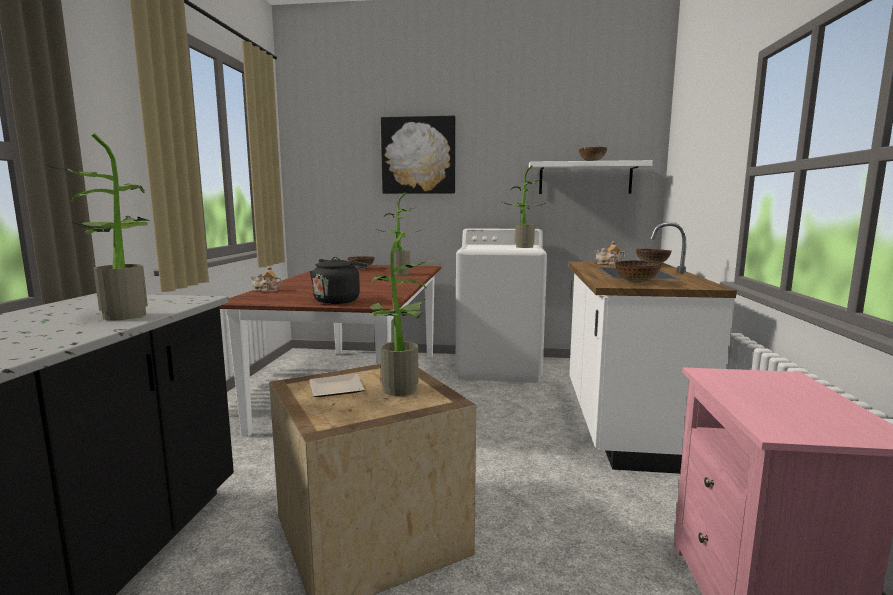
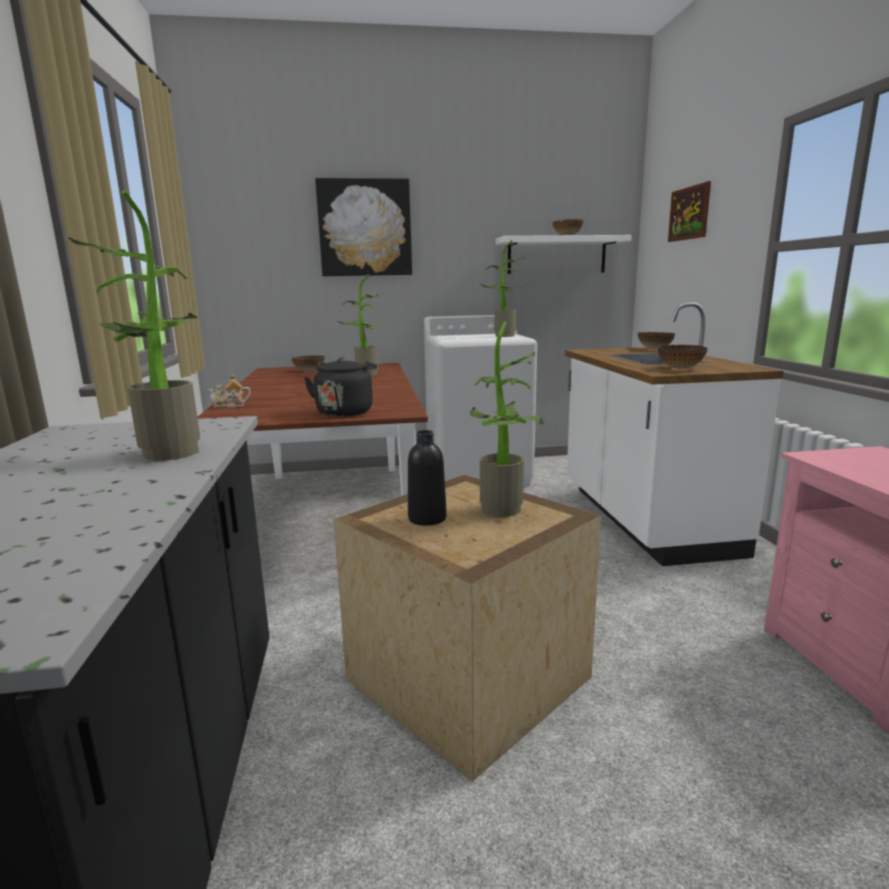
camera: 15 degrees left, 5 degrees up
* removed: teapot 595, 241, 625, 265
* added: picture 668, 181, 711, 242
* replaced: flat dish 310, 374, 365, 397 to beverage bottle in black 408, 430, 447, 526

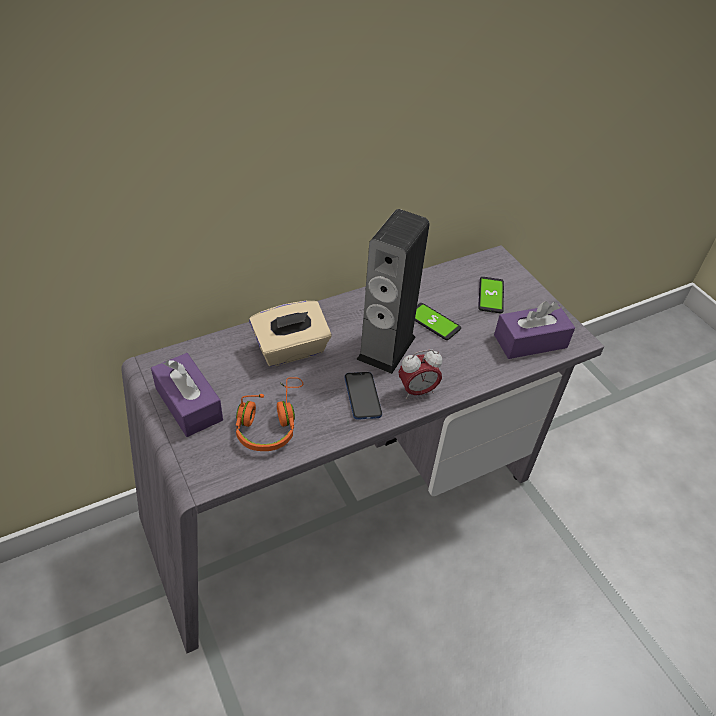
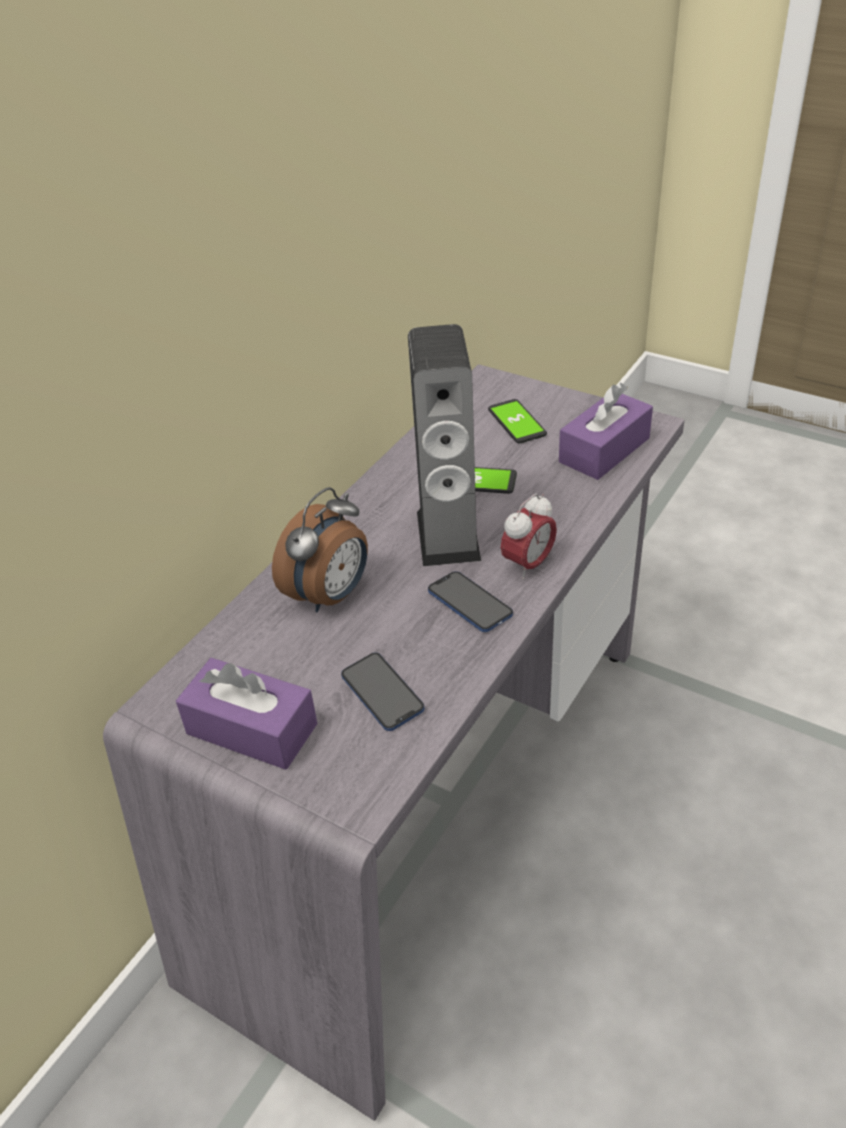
camera: 25 degrees left, 5 degrees down
* replaced: headset in orange-coloured 236, 377, 303, 451 to phone 341, 652, 424, 731
* replaced: box of tissues in beige 249, 301, 332, 367 to alarm clock 272, 487, 368, 612

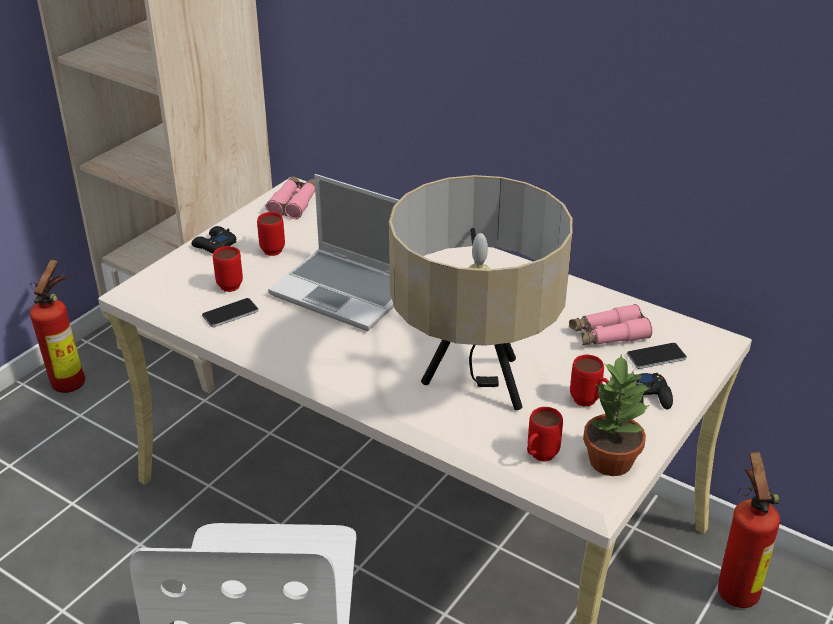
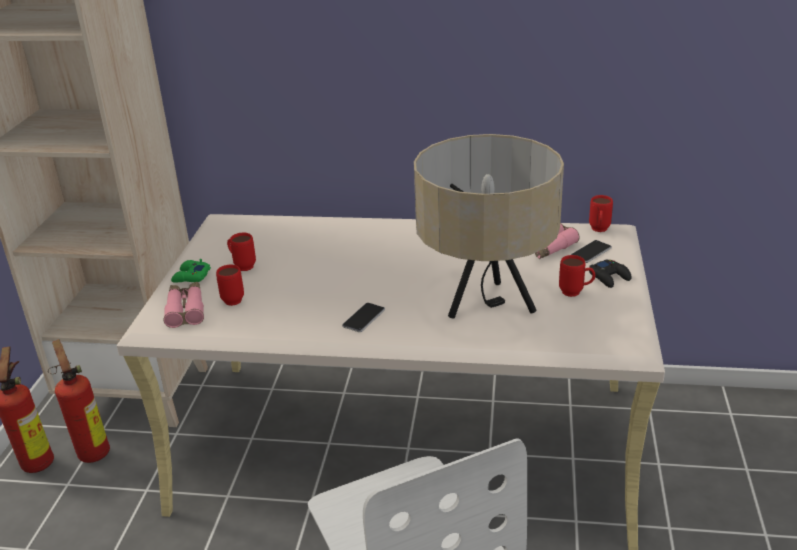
camera: 25 degrees left, 5 degrees down
* removed: portable computer 268, 174, 399, 331
* removed: houseplant 583, 354, 649, 476
* moved: phone 202, 298, 259, 327 to 342, 303, 385, 332
* moved: field glasses in pinkish 266, 176, 315, 219 to 164, 282, 204, 328
* moved: mug in red 527, 407, 563, 462 to 589, 195, 613, 232
* moved: extinguisher 718, 452, 780, 608 to 48, 339, 110, 463
* recoloured: gamepad in black 191, 226, 237, 253 to gamepad in greenish 171, 259, 211, 283

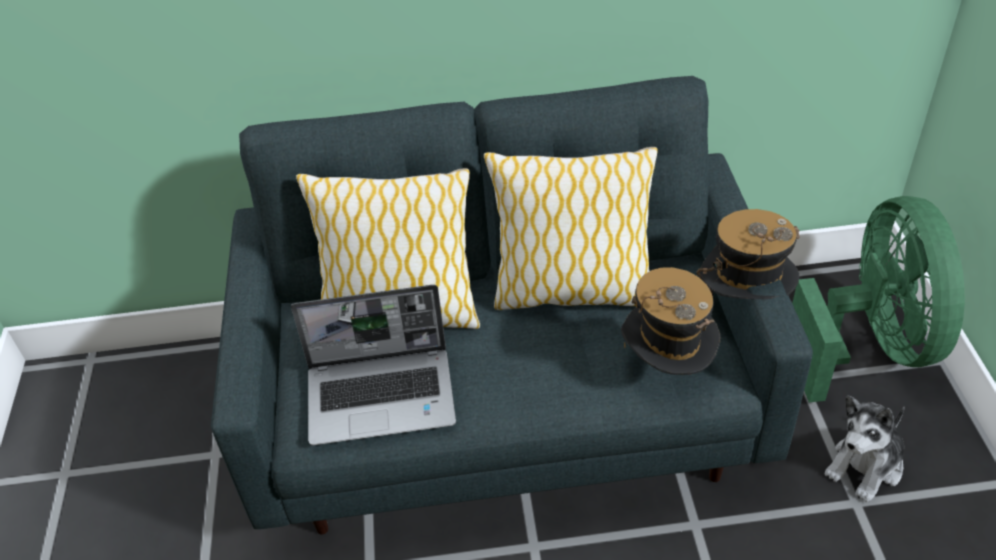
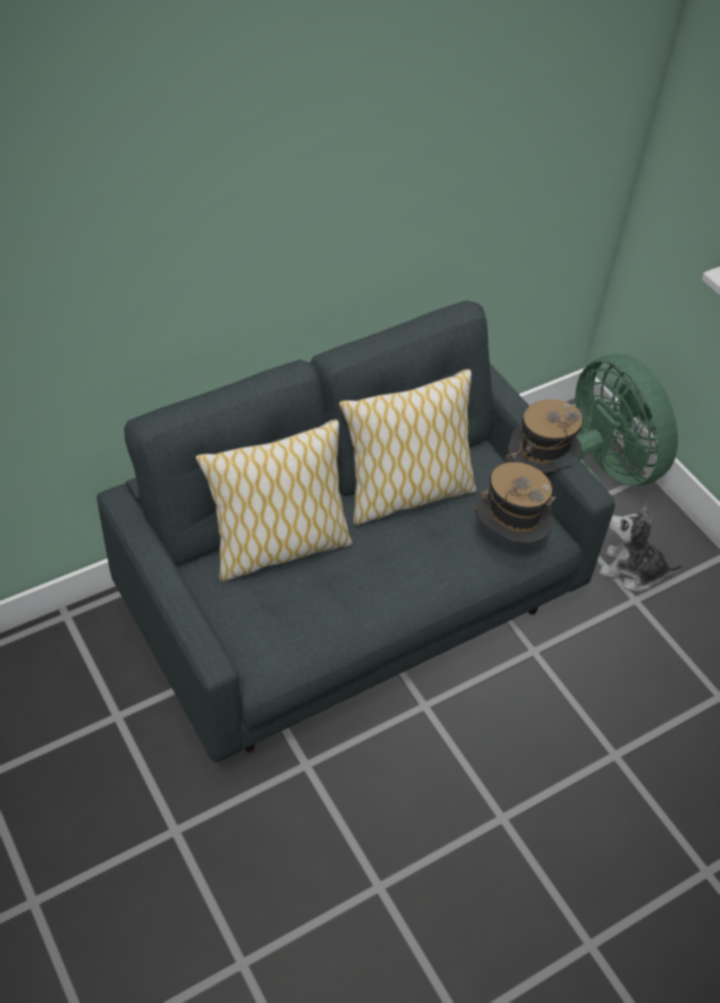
camera: 30 degrees left, 5 degrees up
* removed: portable computer 291, 285, 456, 445
* turned: cuddly toy 824, 395, 904, 502 = 599, 503, 683, 591 90 degrees clockwise

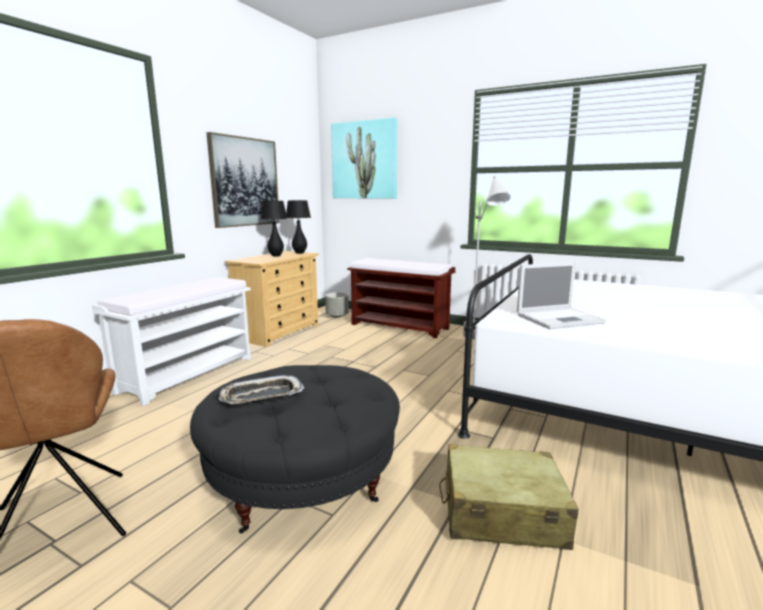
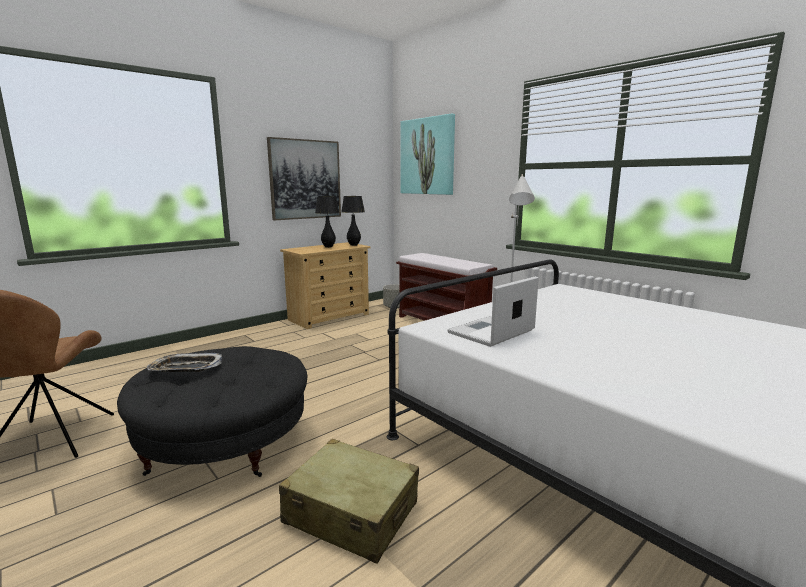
camera: 20 degrees right, 0 degrees up
* removed: indoor bench in white 92, 277, 251, 406
* turned: portable computer 517, 262, 606, 329 = 448, 276, 539, 347 135 degrees clockwise

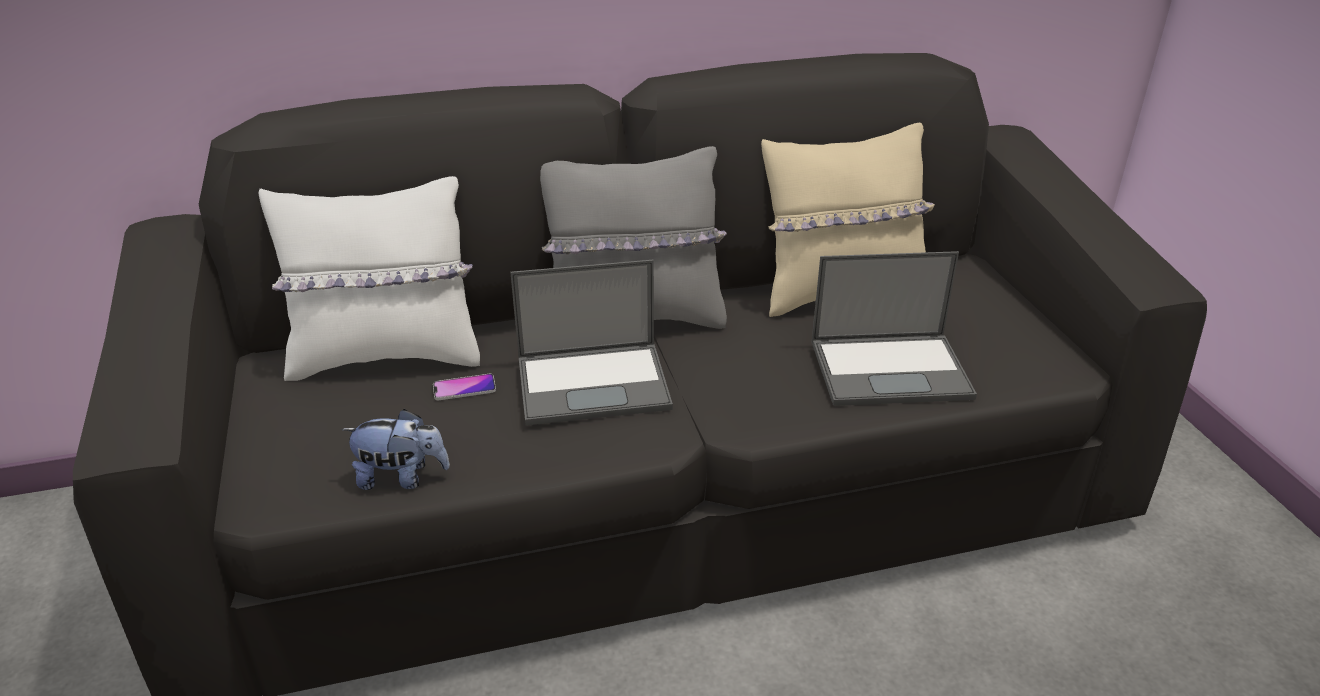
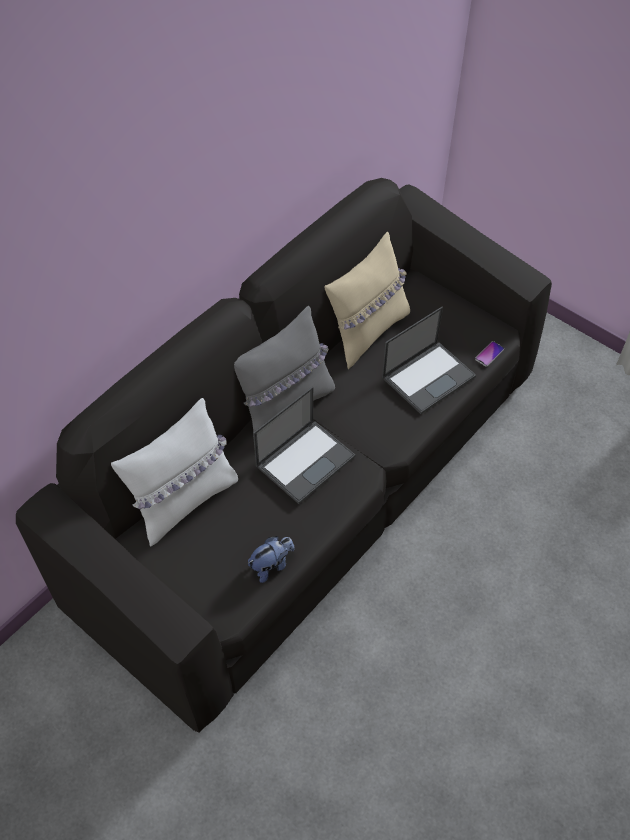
camera: 35 degrees left, 20 degrees up
* moved: phone 433, 374, 496, 400 to 475, 341, 504, 367

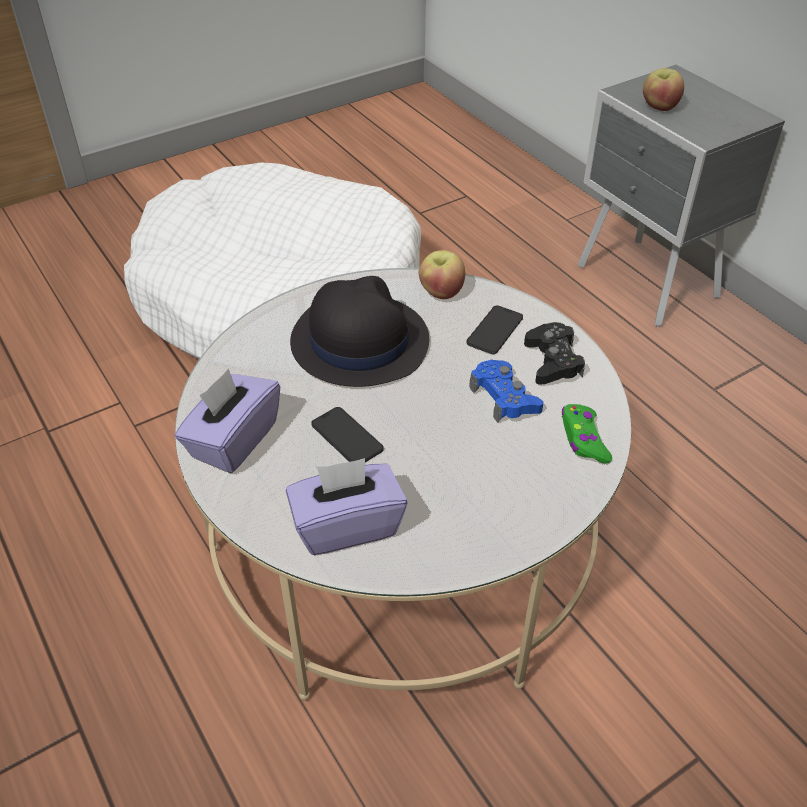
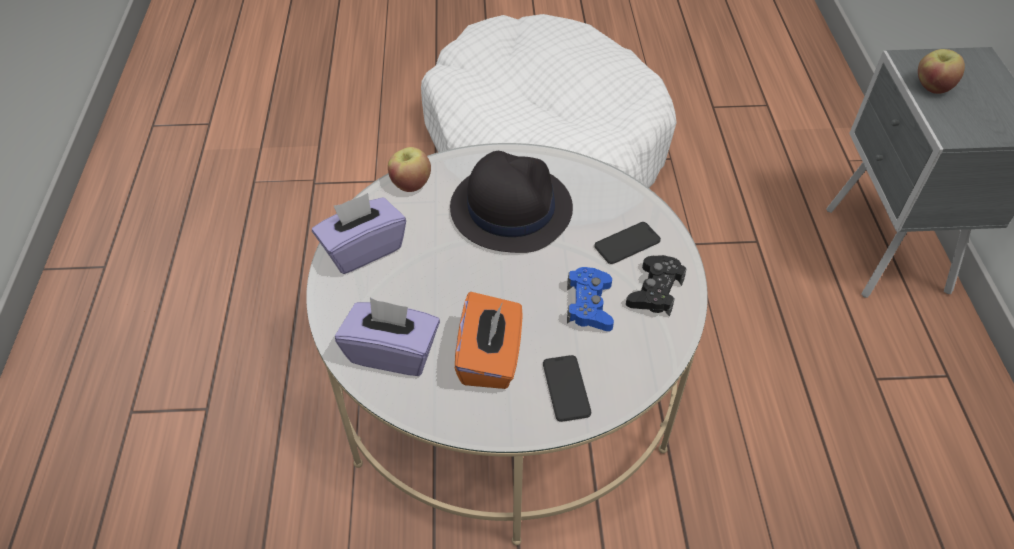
camera: 30 degrees right, 5 degrees up
* removed: gamepad in greenish 562, 404, 612, 463
* added: box of tissues in orange-coloured 455, 292, 523, 389
* moved: phone 311, 407, 383, 462 to 543, 355, 591, 422
* moved: apple fruit 419, 250, 465, 299 to 388, 147, 431, 192

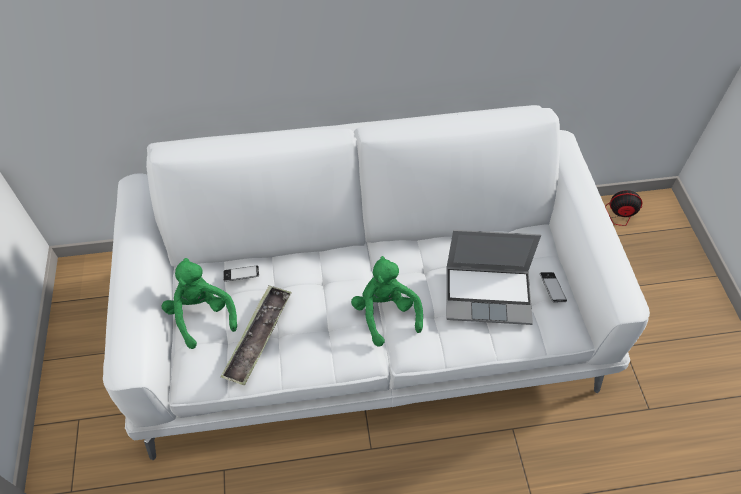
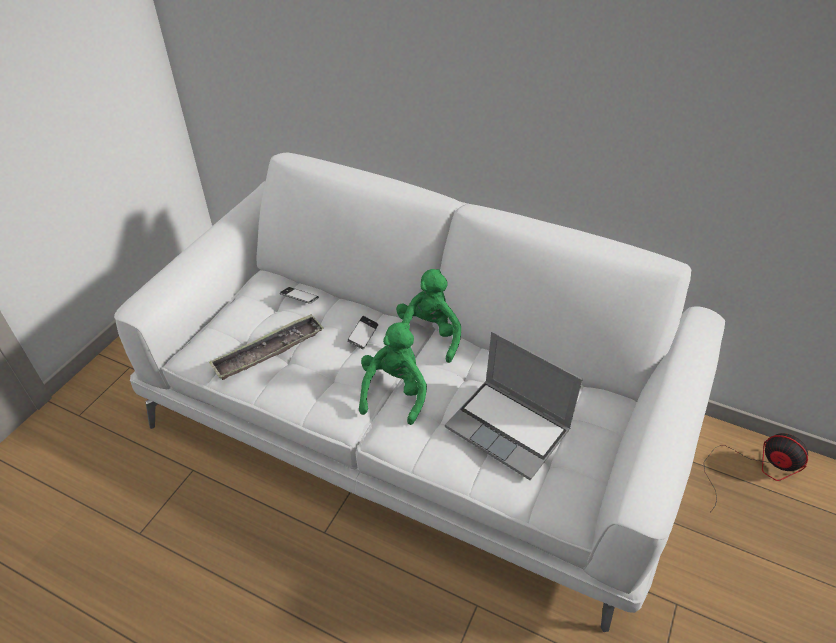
camera: 35 degrees right, 10 degrees down
* moved: cuddly toy in greenish 162, 258, 237, 349 to 396, 269, 461, 363
* moved: phone 540, 272, 567, 303 to 347, 316, 378, 349

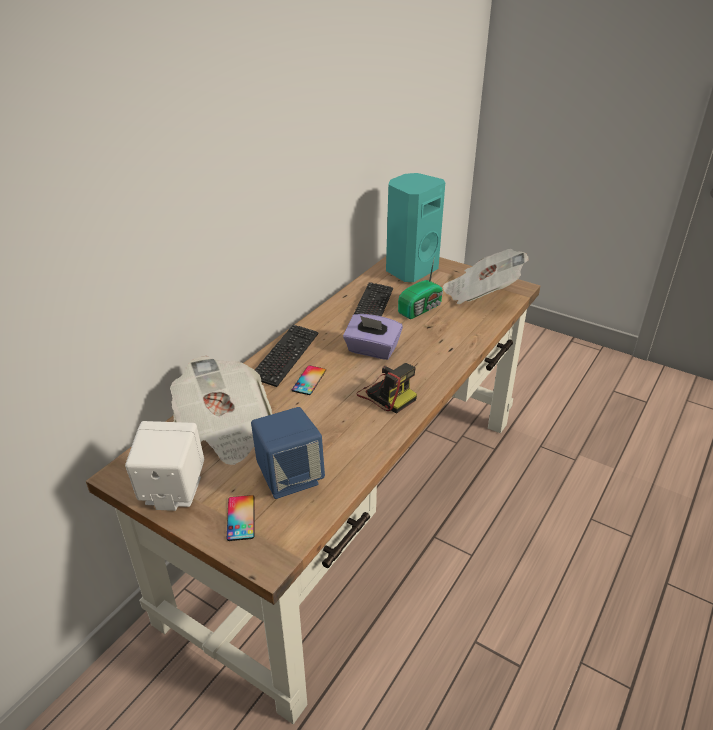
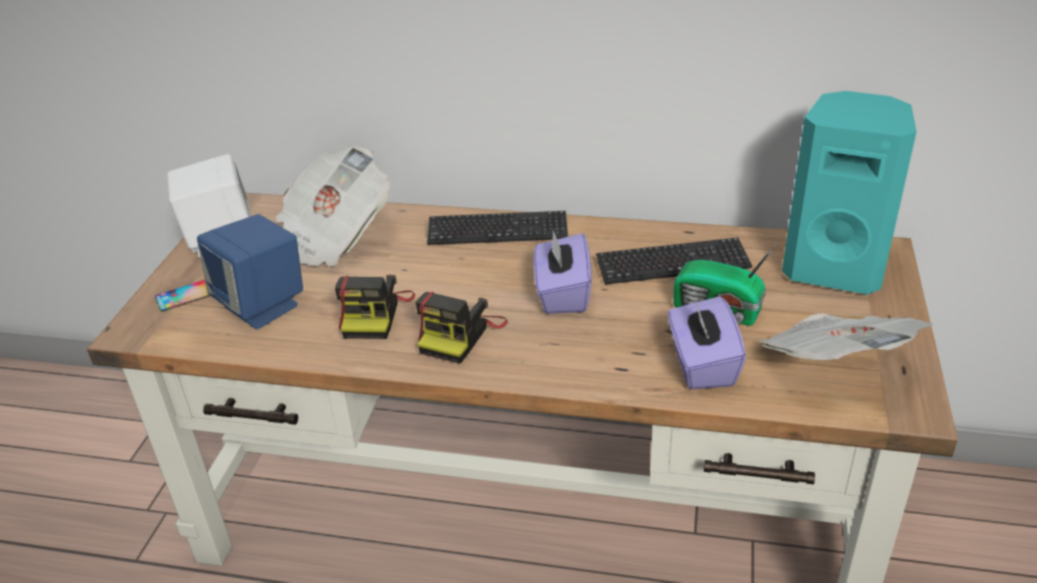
camera: 70 degrees right, 0 degrees up
* removed: phone 292, 365, 326, 395
* added: photo camera 335, 275, 415, 339
* added: box of tissues in purple-coloured 668, 295, 746, 389

